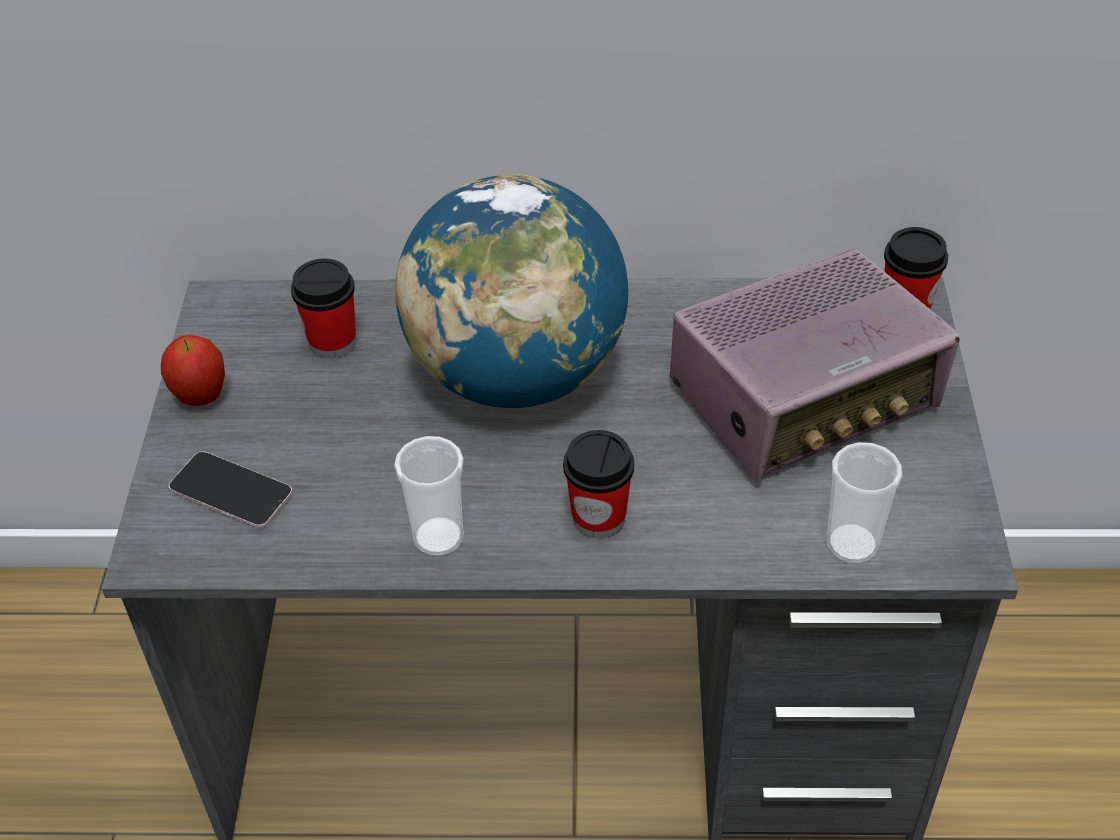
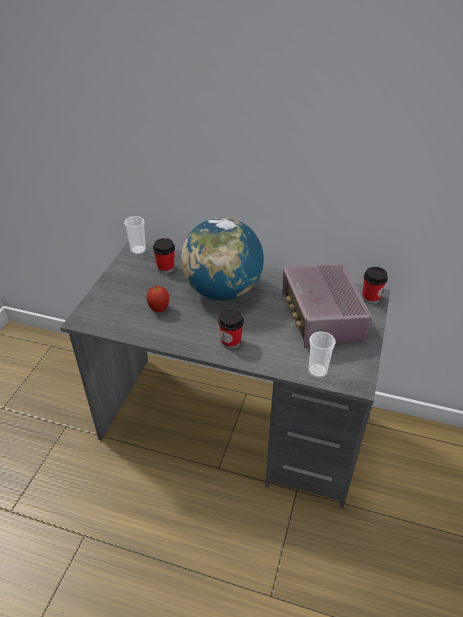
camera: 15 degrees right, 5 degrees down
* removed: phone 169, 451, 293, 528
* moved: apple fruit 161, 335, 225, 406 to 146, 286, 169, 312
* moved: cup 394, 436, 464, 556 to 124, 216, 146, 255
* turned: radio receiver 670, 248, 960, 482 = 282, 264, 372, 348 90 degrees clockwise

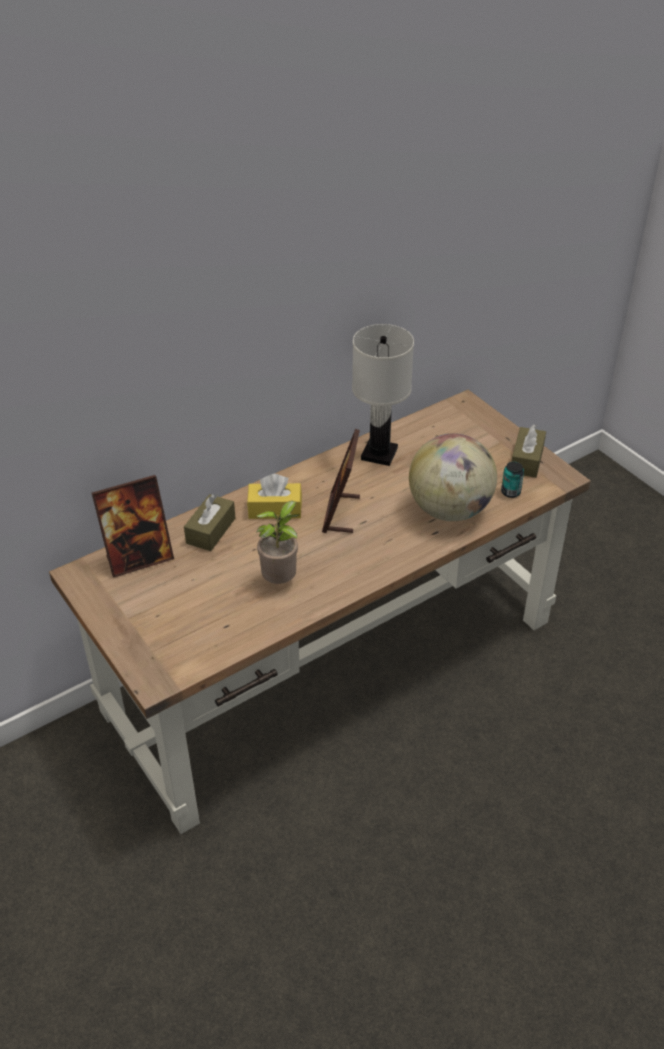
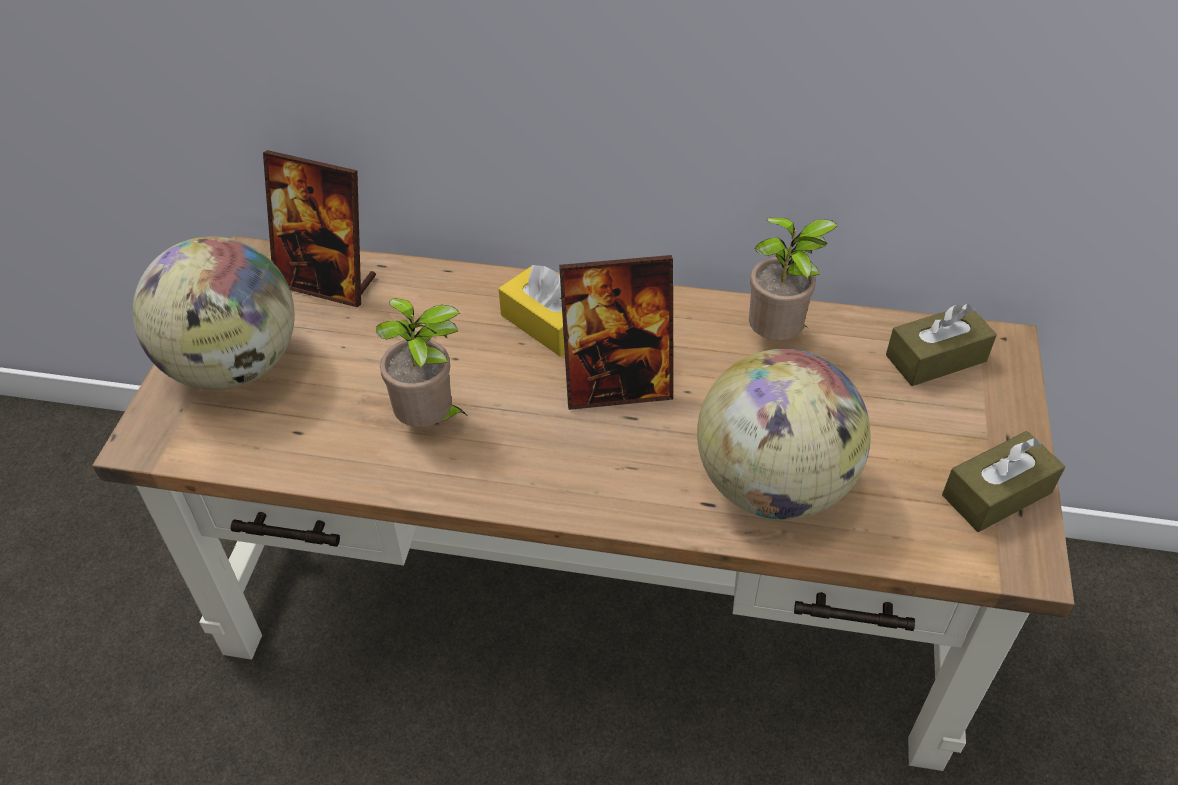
camera: 45 degrees right, 5 degrees up
* removed: can 501, 462, 524, 498
* added: globe 133, 236, 295, 390
* moved: box of tissues in brown-coloured 184, 494, 235, 551 to 886, 304, 997, 386
* replaced: lamp for a table in white 352, 324, 414, 466 to houseplant 749, 218, 838, 340
* turned: photo frame 322, 429, 360, 533 = 559, 255, 673, 410 150 degrees counterclockwise

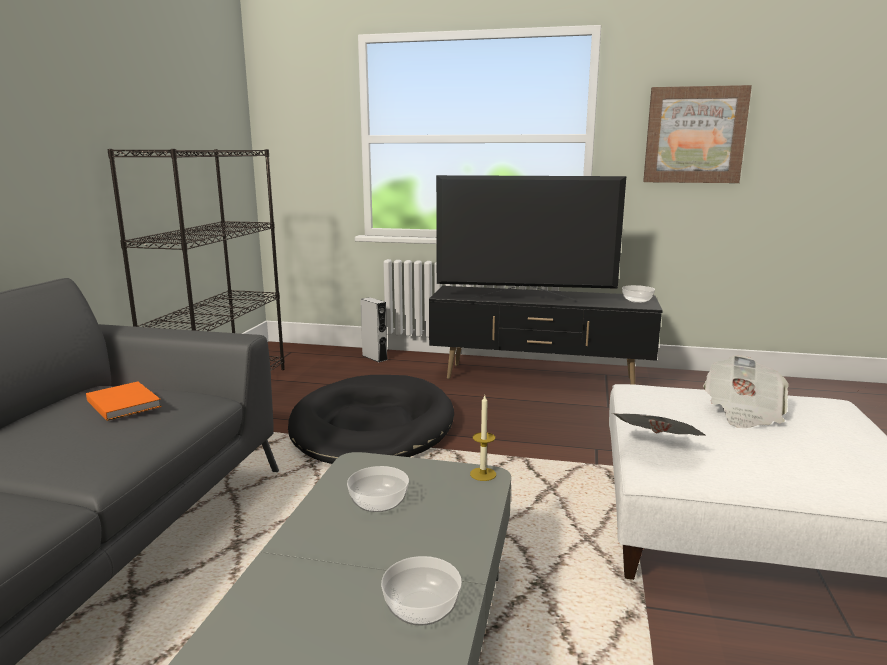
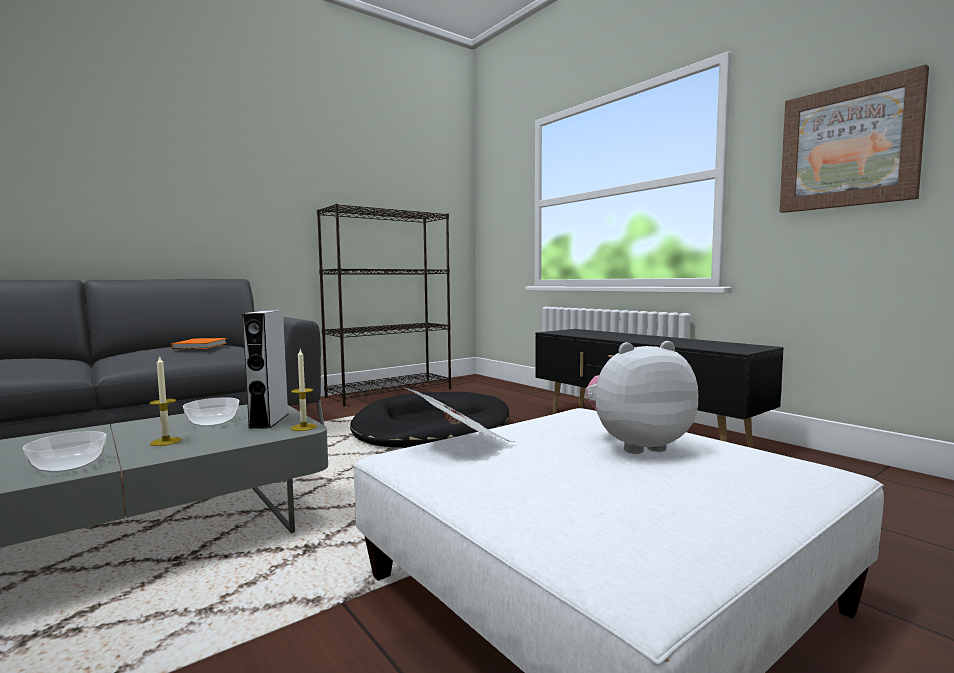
camera: 40 degrees right, 10 degrees down
* removed: TV 436, 175, 626, 301
* removed: deep dish 622, 285, 655, 303
* added: candle 149, 355, 181, 446
* moved: speaker in gray 360, 297, 387, 362 to 242, 310, 288, 429
* replaced: printed paper 703, 355, 789, 428 to cuddly toy 586, 341, 698, 454

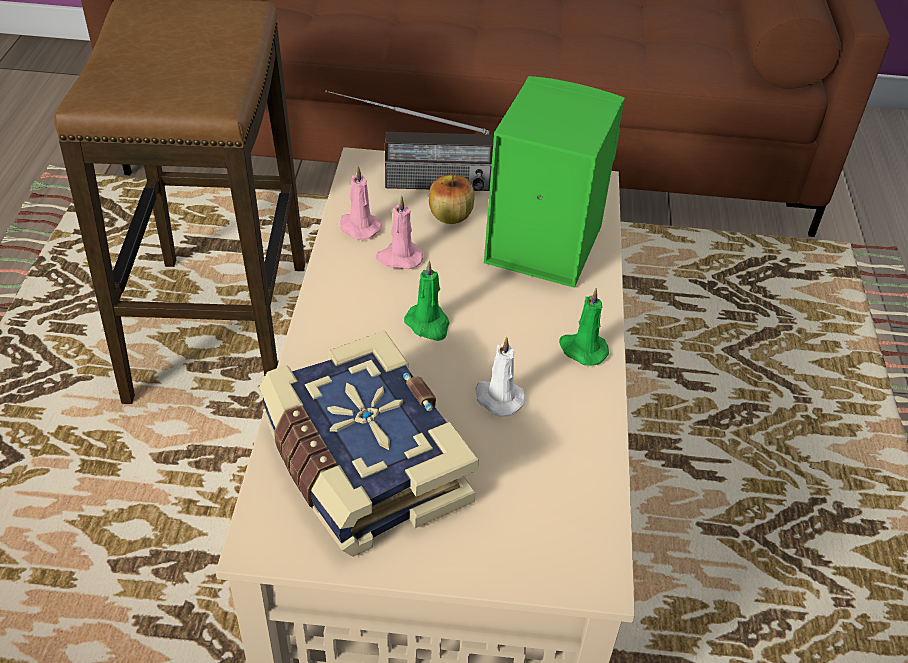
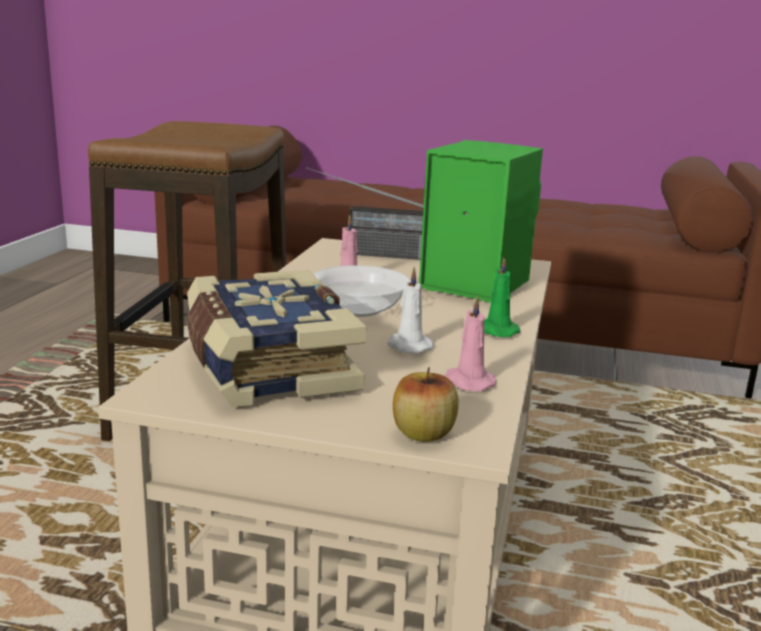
camera: 10 degrees right, 25 degrees down
* moved: candle in pinkish 340, 166, 382, 240 to 445, 296, 496, 392
* moved: apple fruit 429, 175, 475, 224 to 393, 367, 458, 442
* replaced: candle in greenish 404, 261, 450, 341 to deep dish 313, 265, 410, 317

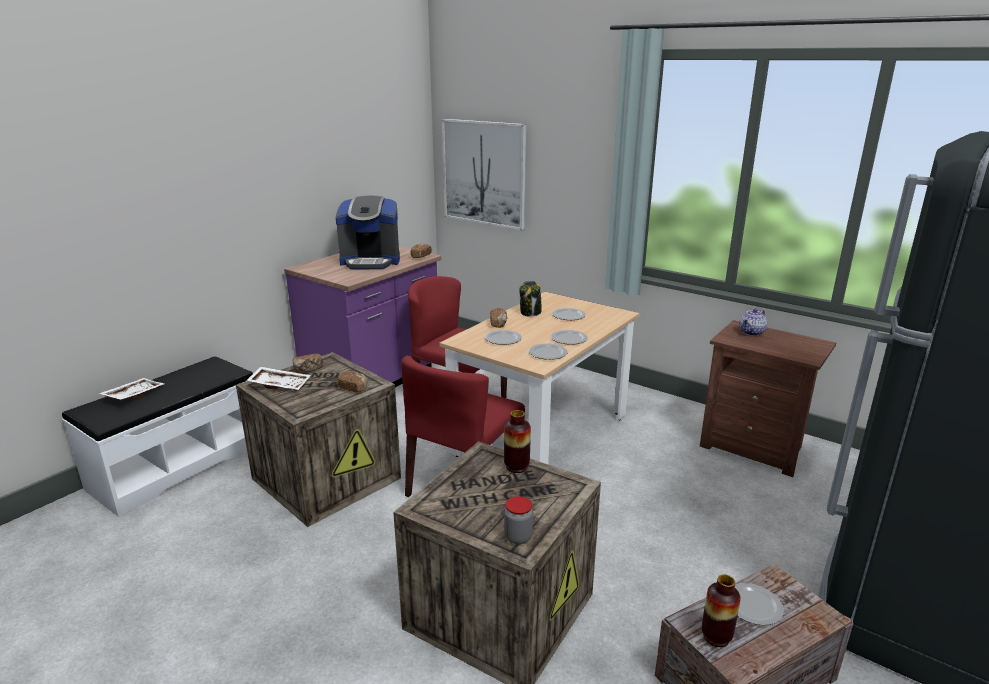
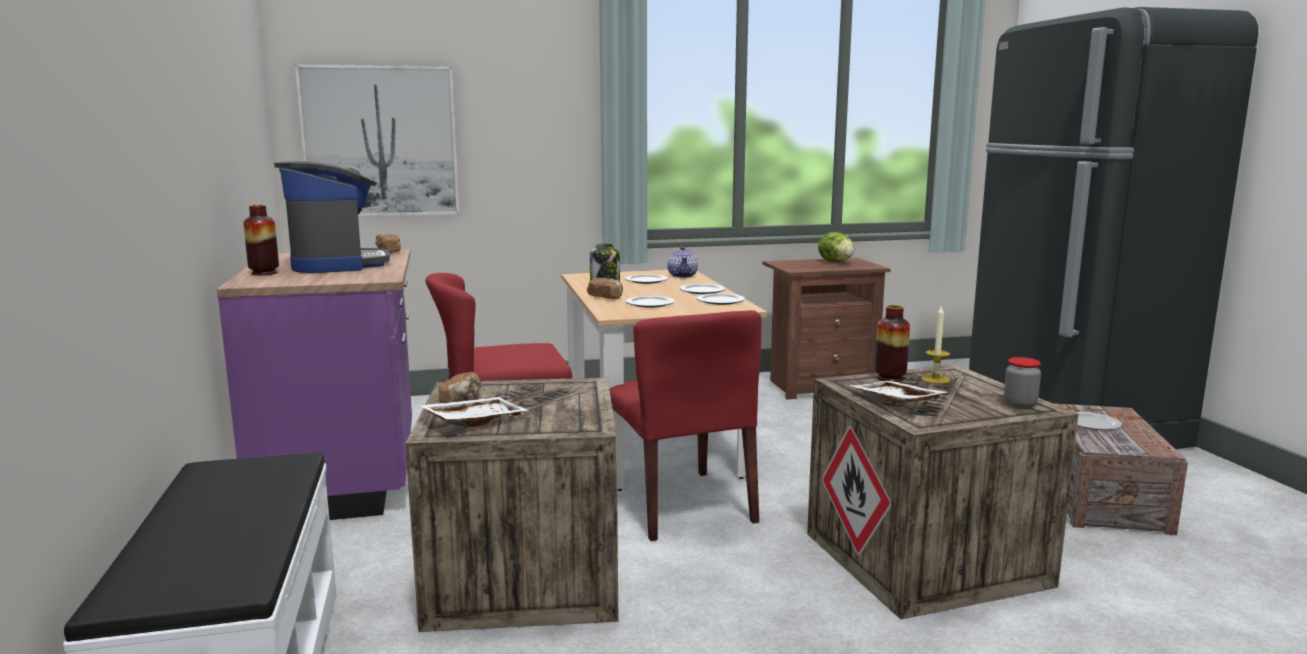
camera: 50 degrees left, 10 degrees down
* removed: bread 337, 371, 367, 392
* added: head of lettuce 818, 232, 854, 263
* added: candle 921, 305, 951, 384
* moved: tray in white 98, 378, 164, 400 to 850, 381, 949, 402
* moved: decorative vase 702, 574, 741, 647 to 243, 205, 279, 275
* moved: teapot 739, 309, 767, 336 to 667, 246, 698, 278
* turned: coffee maker 336, 195, 400, 269 = 274, 161, 390, 273 60 degrees counterclockwise

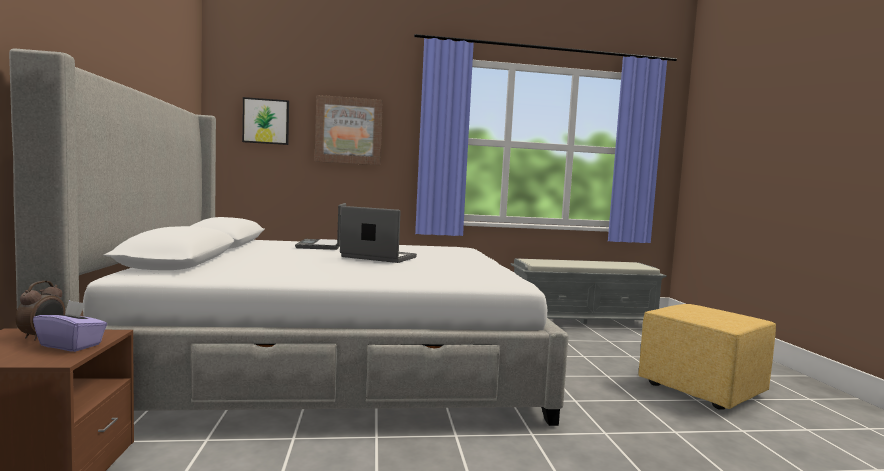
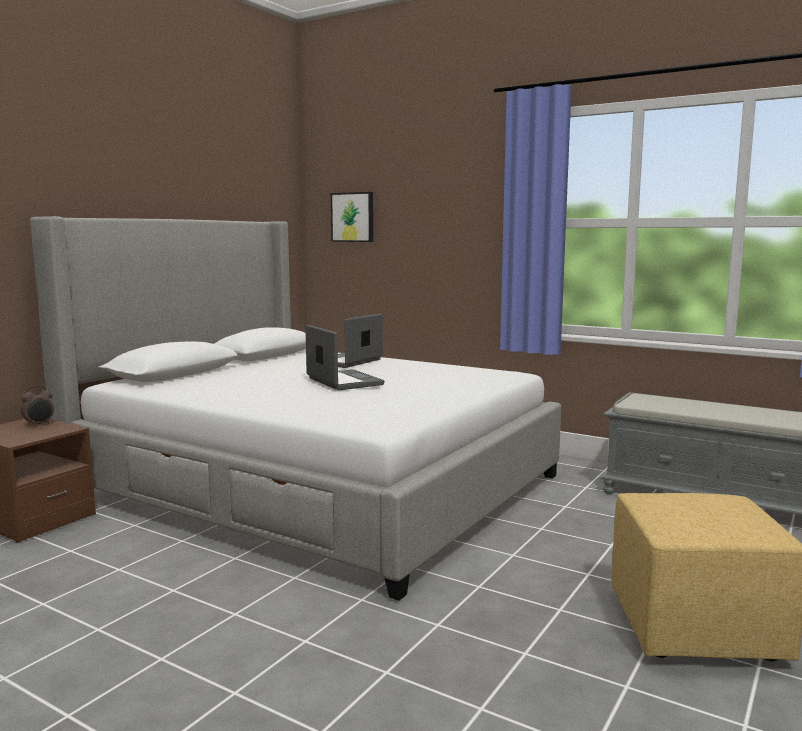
camera: 40 degrees right, 5 degrees up
* removed: box of tissues in purple-coloured 33, 300, 108, 352
* removed: picture 315, 95, 383, 165

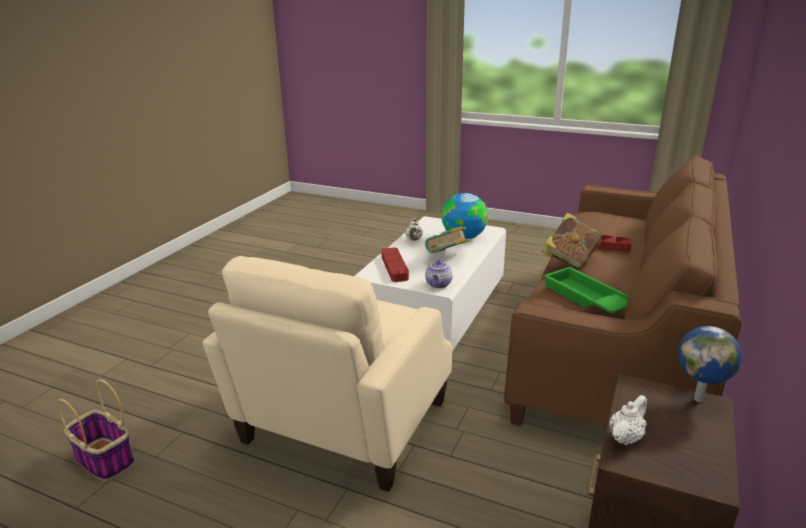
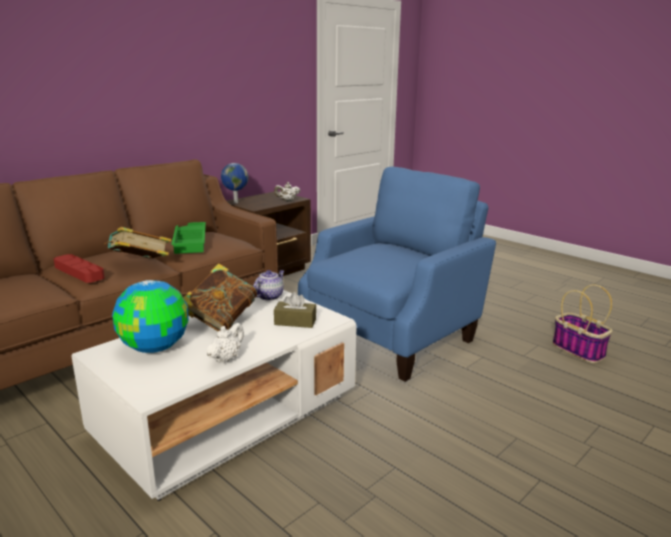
camera: 160 degrees left, 5 degrees down
* replaced: tray in red 381, 248, 409, 282 to box of tissues in brown-coloured 274, 292, 316, 328
* recoloured: easy chair in beige 203, 256, 452, 492 to easy chair in blue-coloured 298, 167, 496, 382

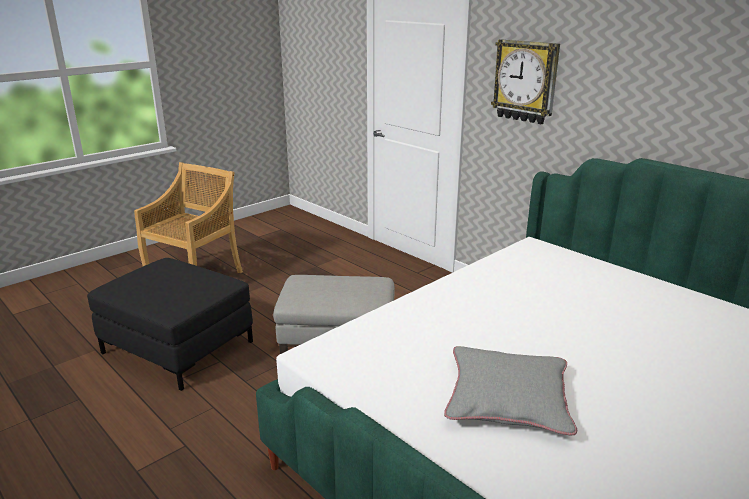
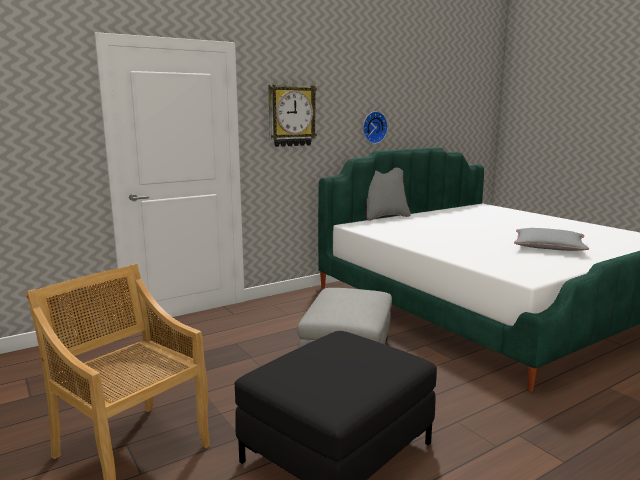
camera: 80 degrees left, 10 degrees down
* added: hanging clock 363, 111, 388, 144
* added: cushion in gray 367, 167, 411, 221

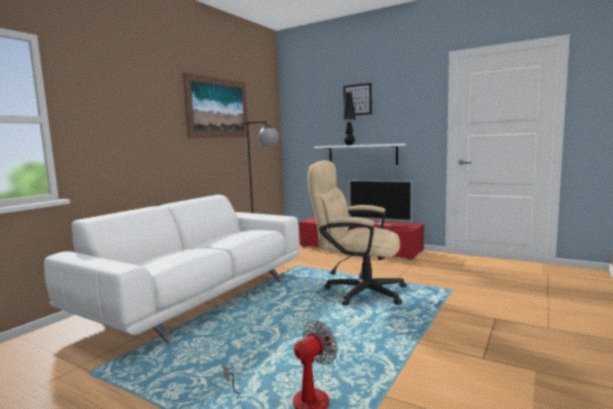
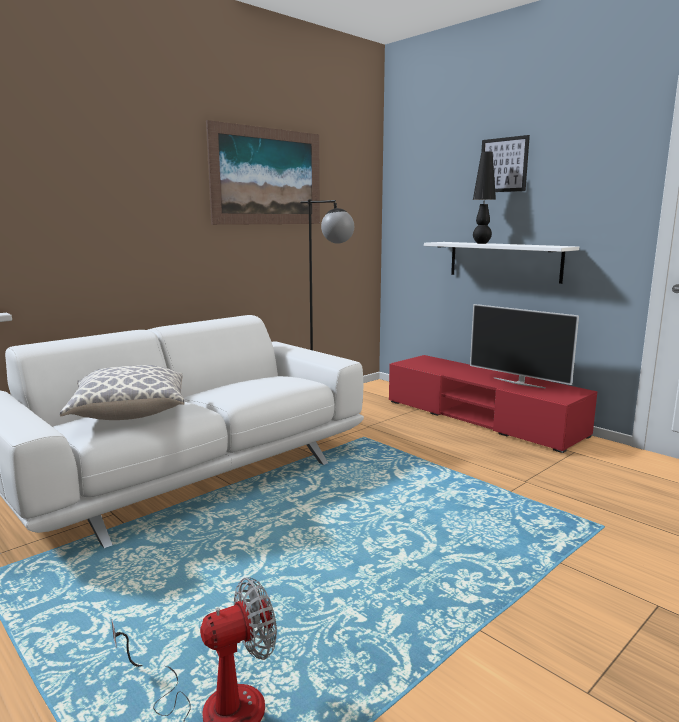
camera: 15 degrees right, 5 degrees up
* removed: computer chair in beige 307, 161, 407, 306
* added: cushion 60, 365, 185, 420

